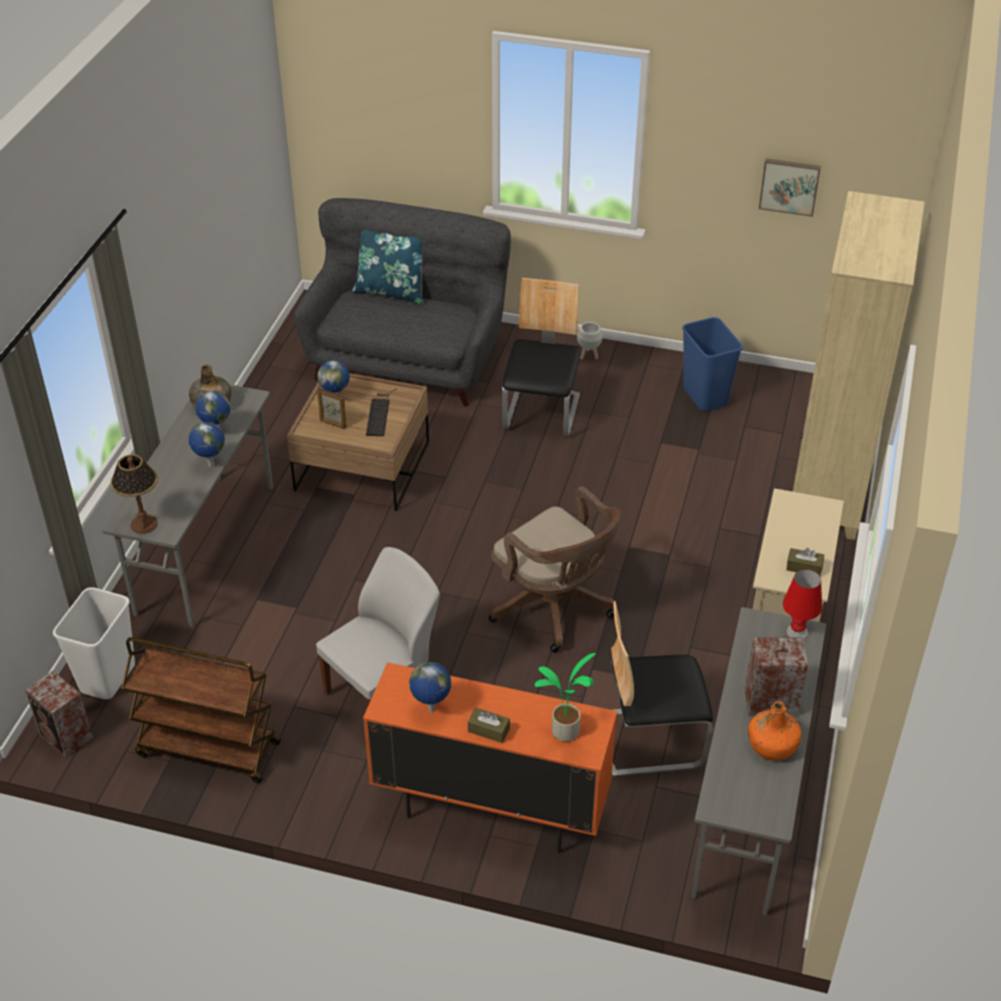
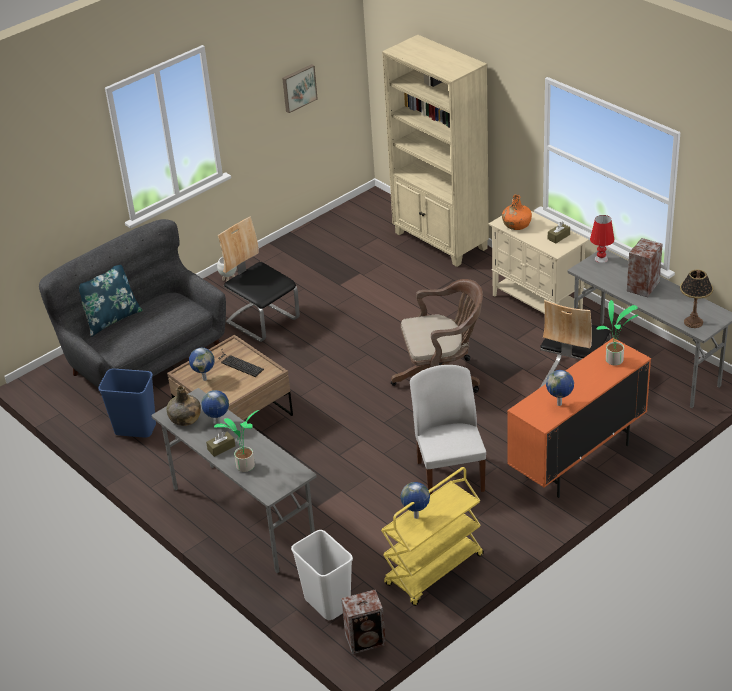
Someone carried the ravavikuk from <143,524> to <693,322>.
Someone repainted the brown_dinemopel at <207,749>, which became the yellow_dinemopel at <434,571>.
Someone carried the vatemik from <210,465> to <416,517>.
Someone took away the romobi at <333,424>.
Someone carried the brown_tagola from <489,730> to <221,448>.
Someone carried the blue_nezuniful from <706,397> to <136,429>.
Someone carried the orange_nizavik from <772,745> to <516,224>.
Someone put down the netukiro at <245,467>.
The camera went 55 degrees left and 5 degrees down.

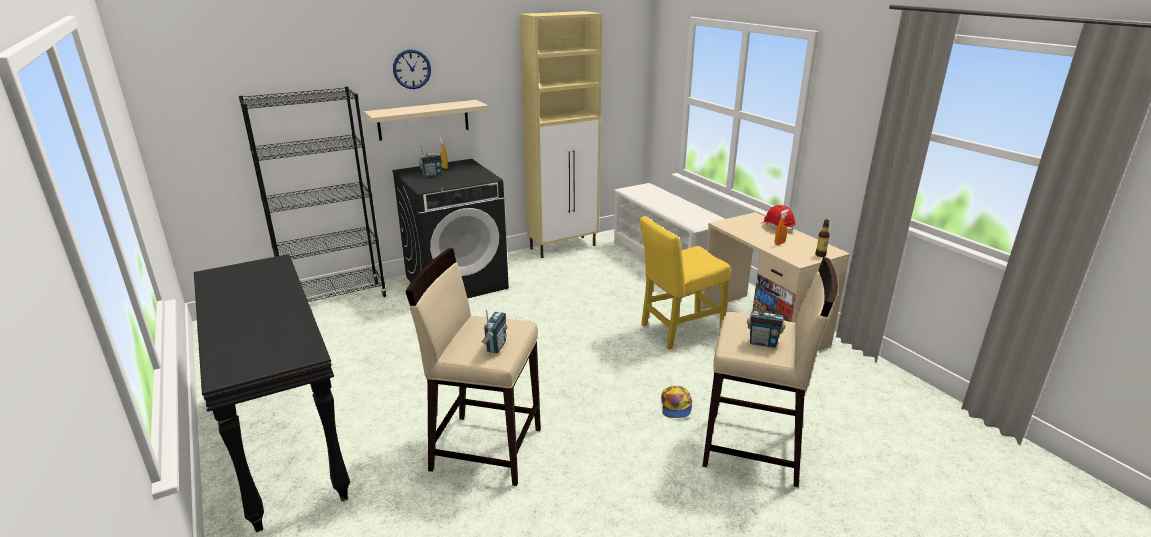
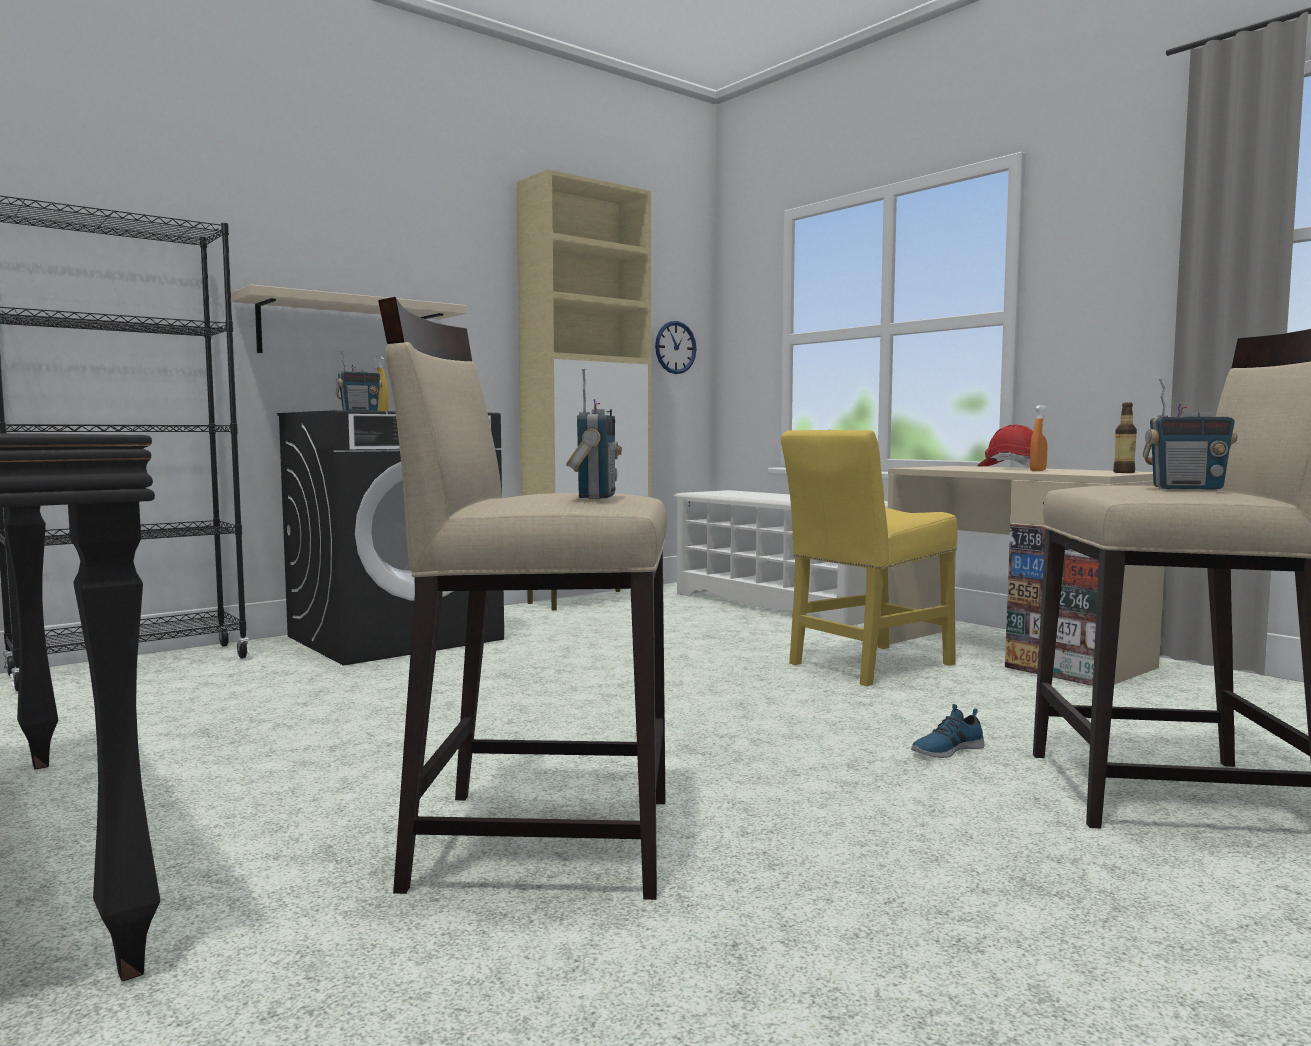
Someone carried the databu from <412,69> to <675,347>.
Someone swapped the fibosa at <676,406> for the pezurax at <946,750>.
The camera went 10 degrees left and 20 degrees down.

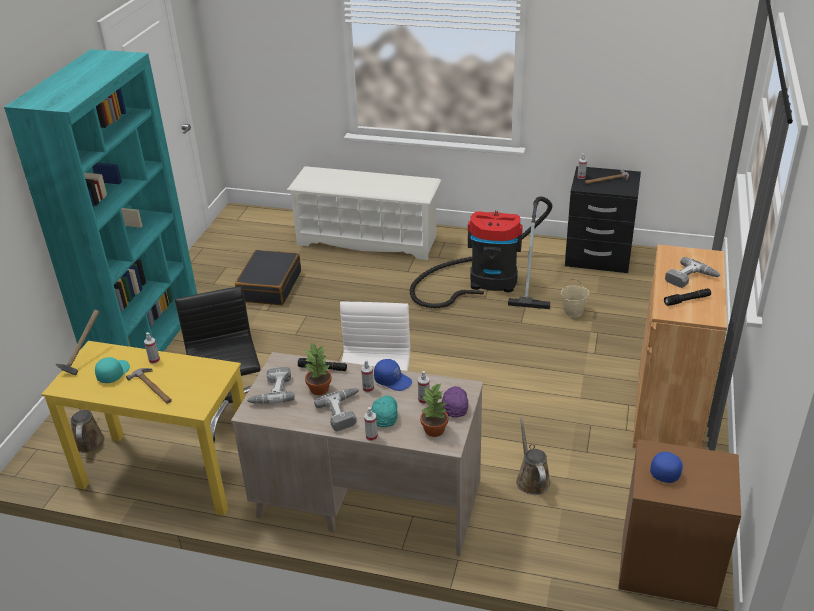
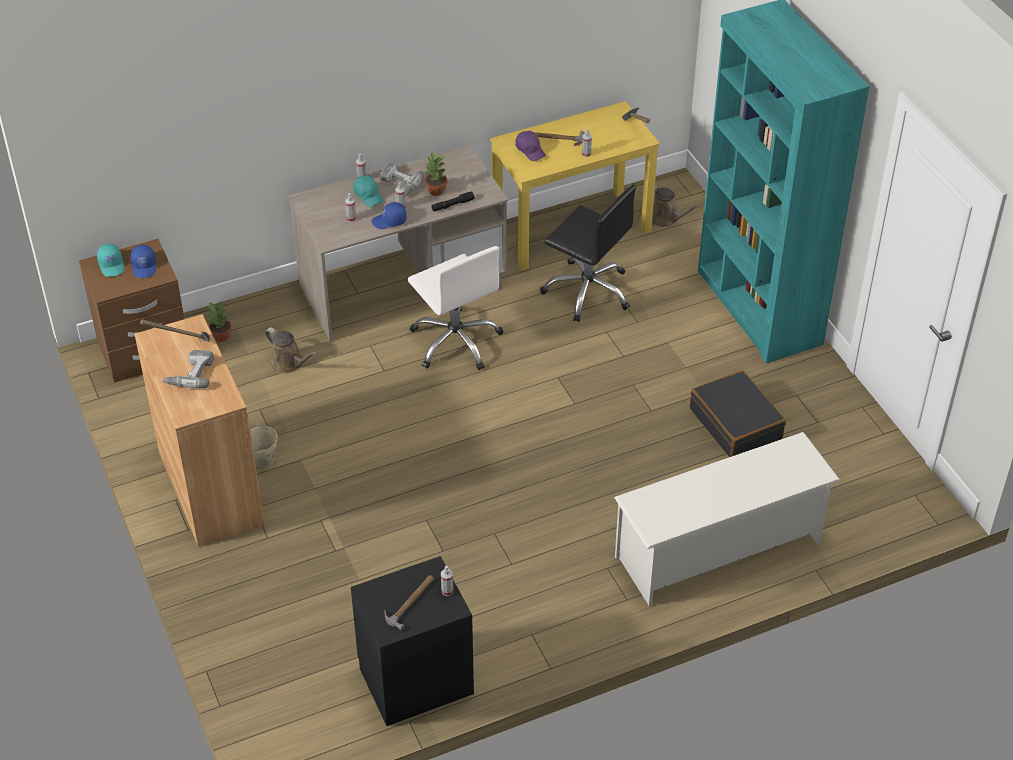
Someone carried the turquoise_fibosa from <113,373> to <112,265>.
Someone took away the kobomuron at <271,391>.
Someone took away the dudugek at <487,281>.
Someone carried the netukiro from <435,430> to <221,336>.
Someone carried the purple_fibosa from <454,405> to <530,150>.
Someone carried the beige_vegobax from <573,312> to <263,459>.
Someone swapped the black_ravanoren at <687,300> for the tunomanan at <181,346>.
The camera went 140 degrees right and 10 degrees up.

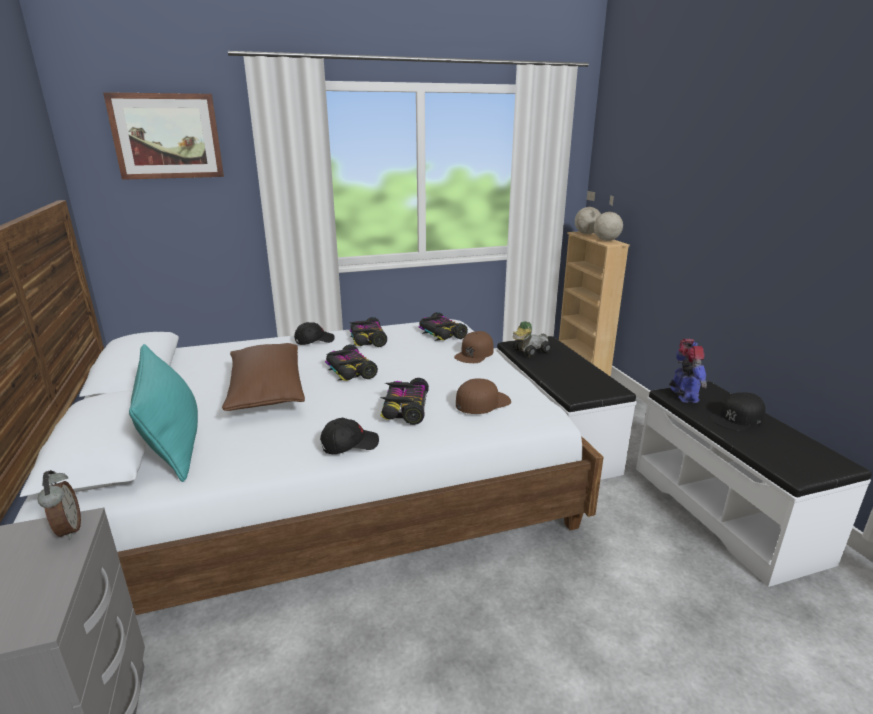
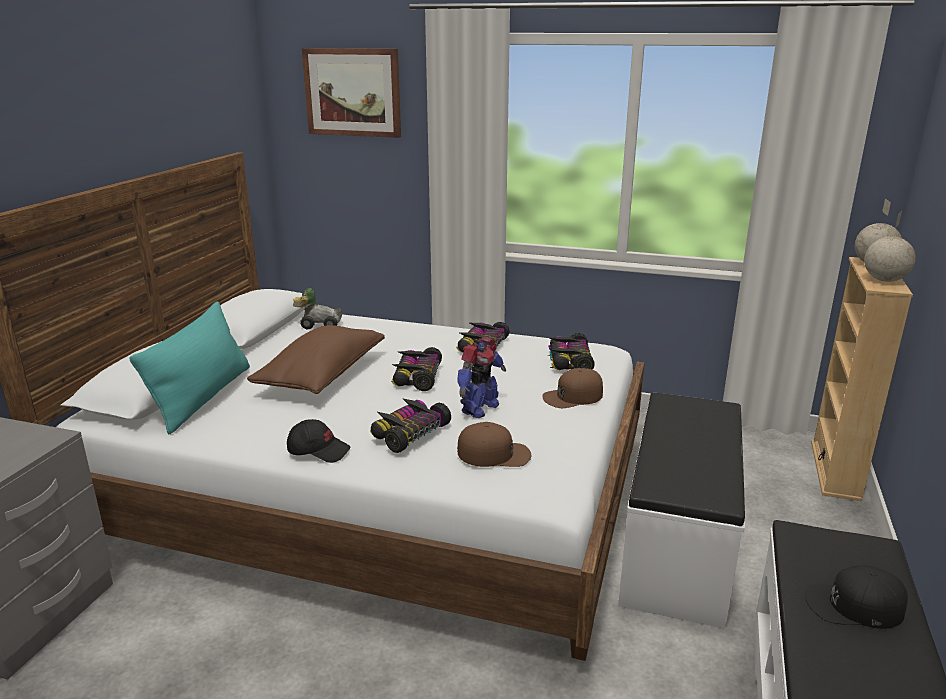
Someone took away the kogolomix at <67,530>.
Someone took away the black_fibosa at <314,341>.
Someone carried the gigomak from <529,351> to <319,324>.
Someone carried the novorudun from <683,396> to <479,408>.
The camera went 35 degrees right and 0 degrees up.

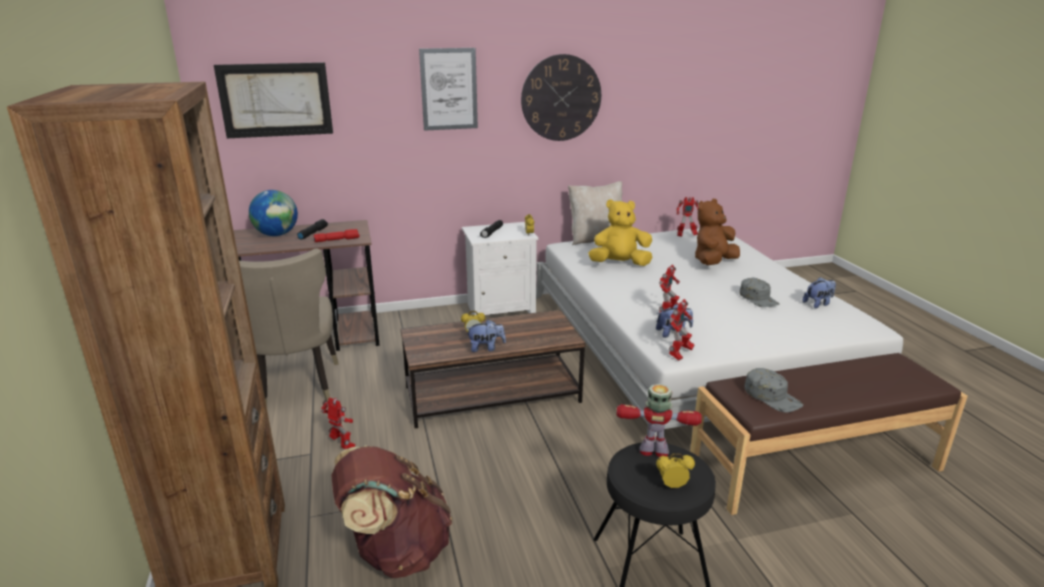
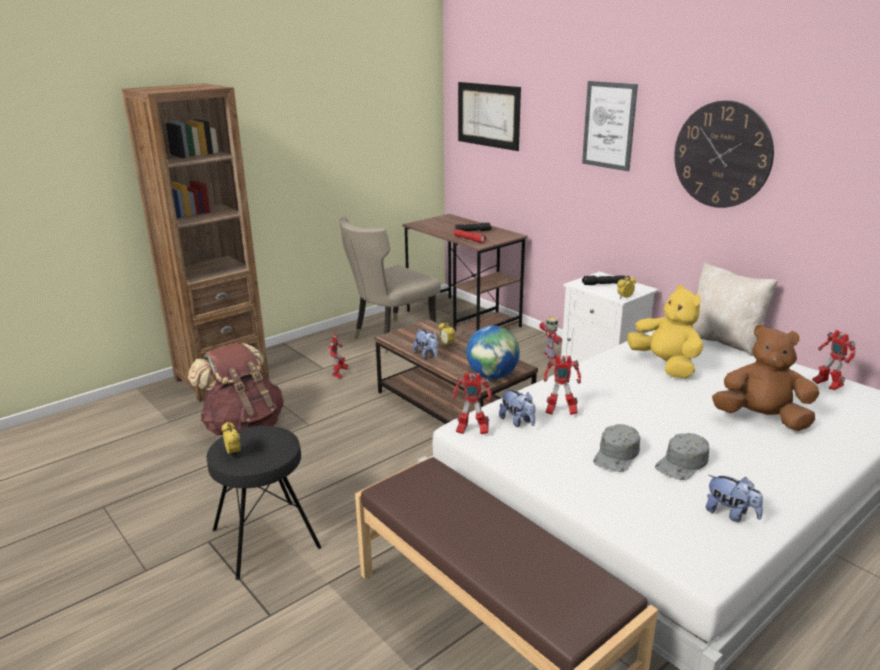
Someone carried the vatemik from <277,235> to <492,376>.
Someone carried the novorudun from <654,451> to <550,355>.
Someone carried the grey_fibosa from <772,396> to <617,455>.
The camera went 65 degrees right and 0 degrees up.

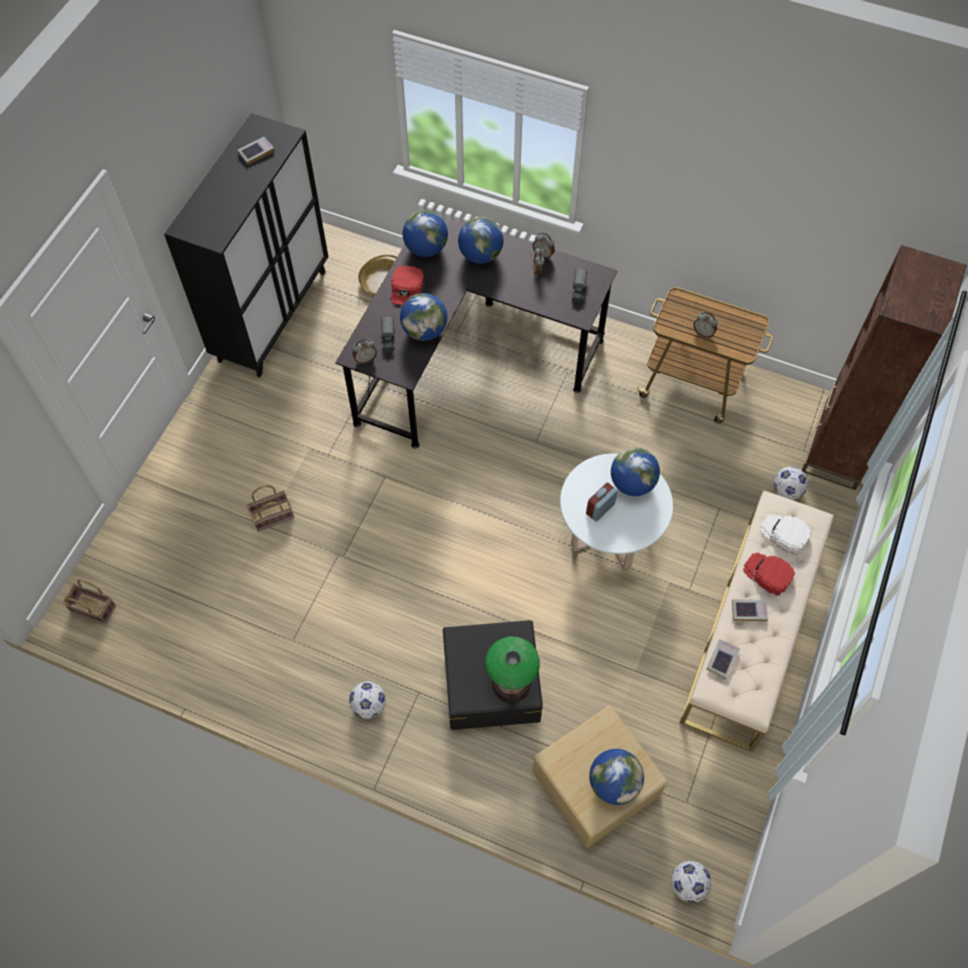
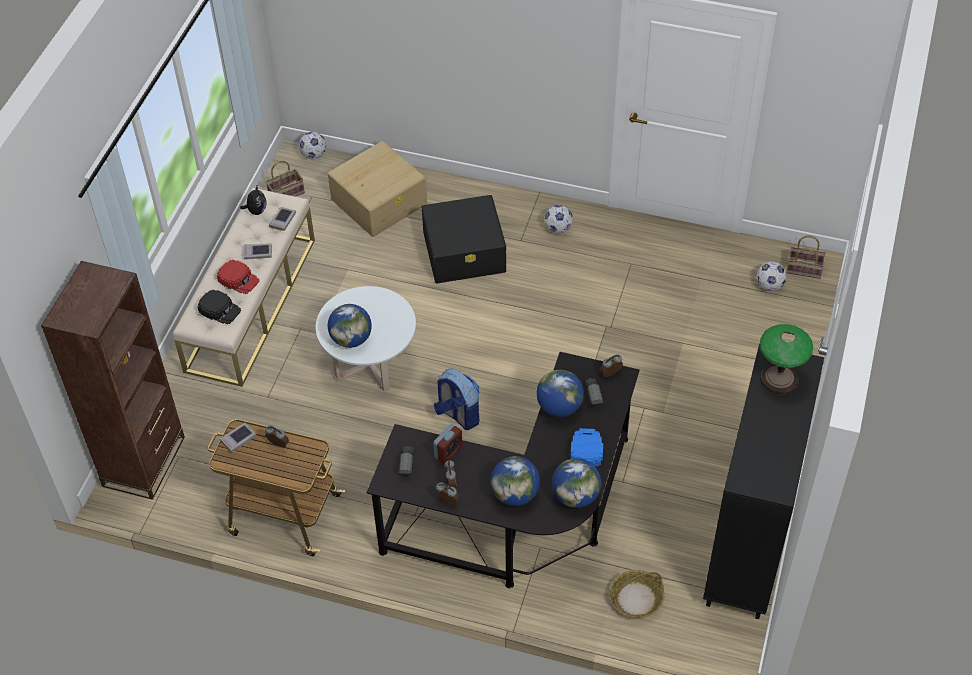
Someone carried the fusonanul from <256,152> to <238,439>.
Someone carried the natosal from <273,515> to <286,194>.
Someone repainted the red_fibosa at <407,289>, which became the blue_fibosa at <586,448>.
Someone carried the ravavikuk from <511,682> to <779,378>.
Someone carried the kogolomix from <600,509> to <448,452>.
Someone took away the vatemik at <613,783>.
Someone repainted the white_fibosa at <784,534>, which became the black_fibosa at <220,310>.
Someone carried the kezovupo from <787,491> to <769,285>.
Someone put down the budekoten at <256,211>.
Someone put down the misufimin at <458,415>.
The camera went 175 degrees right and 10 degrees down.

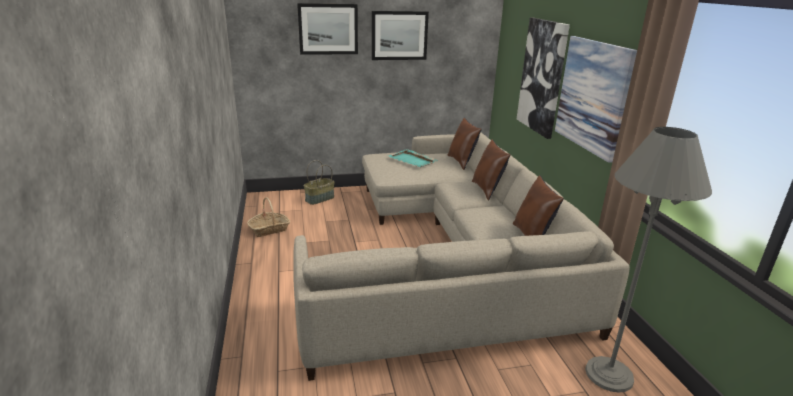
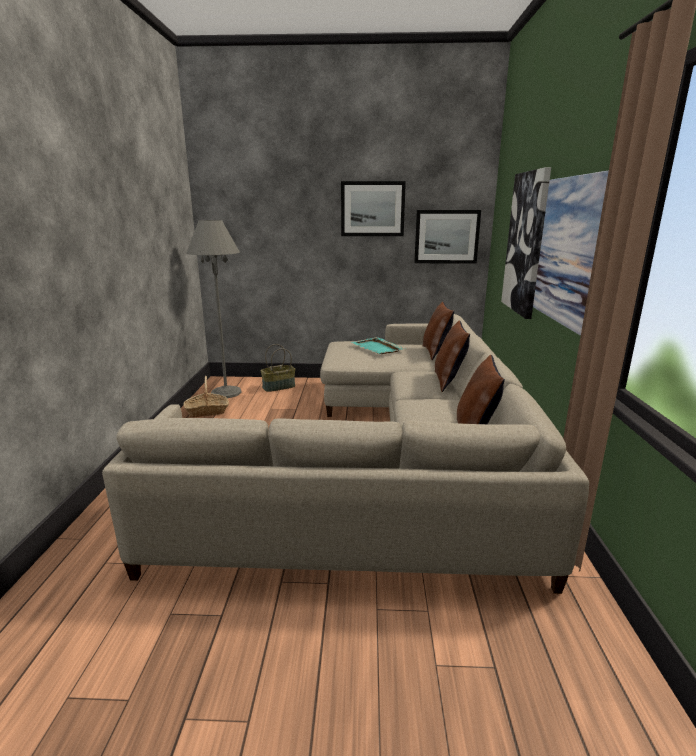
Someone carried the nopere from <328,29> to <446,237>.
Someone carried the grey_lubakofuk from <609,374> to <226,392>.
The camera went 15 degrees right and 5 degrees down.

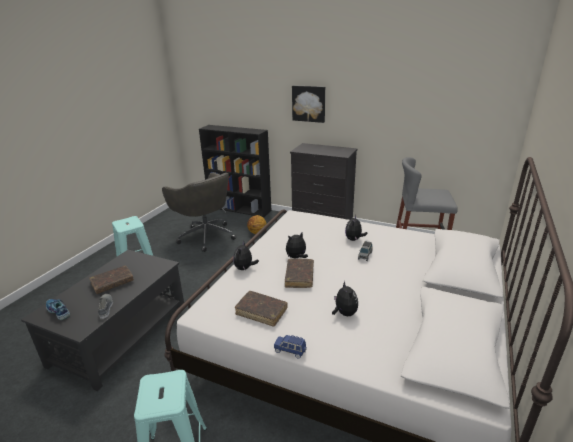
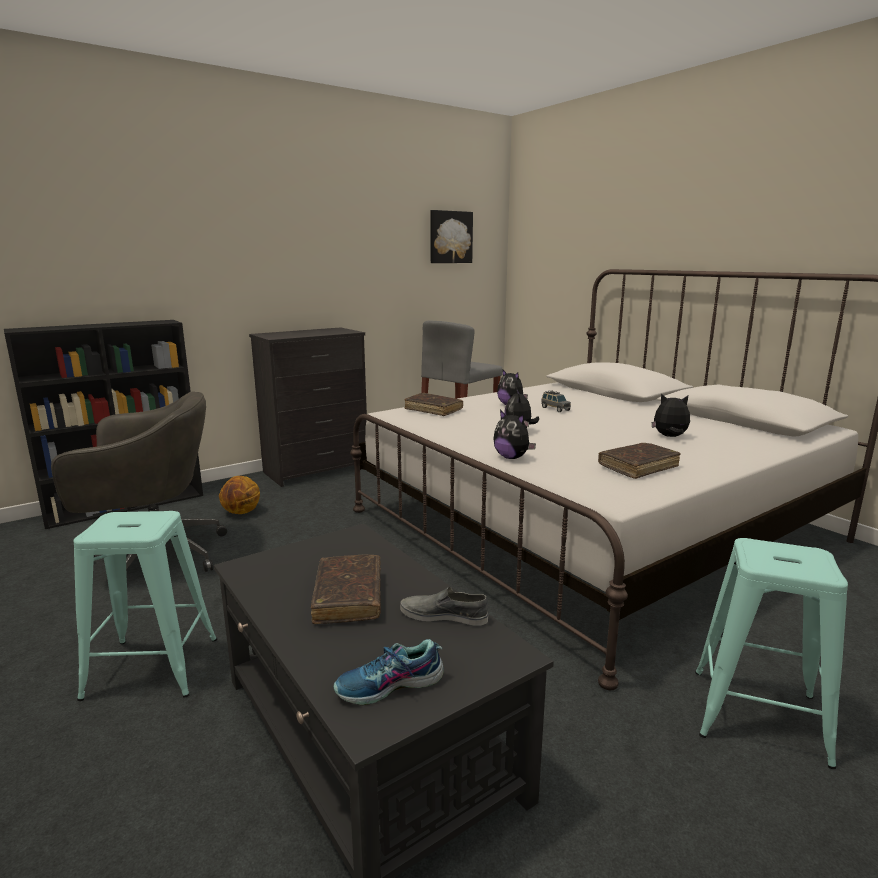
Someone took away the blue_gigomak at <290,351>.
Someone carried the brown_fusonanul from <299,277> to <433,410>.
Someone carried the nopere from <309,103> to <450,237>.
The camera went 60 degrees left and 10 degrees down.

